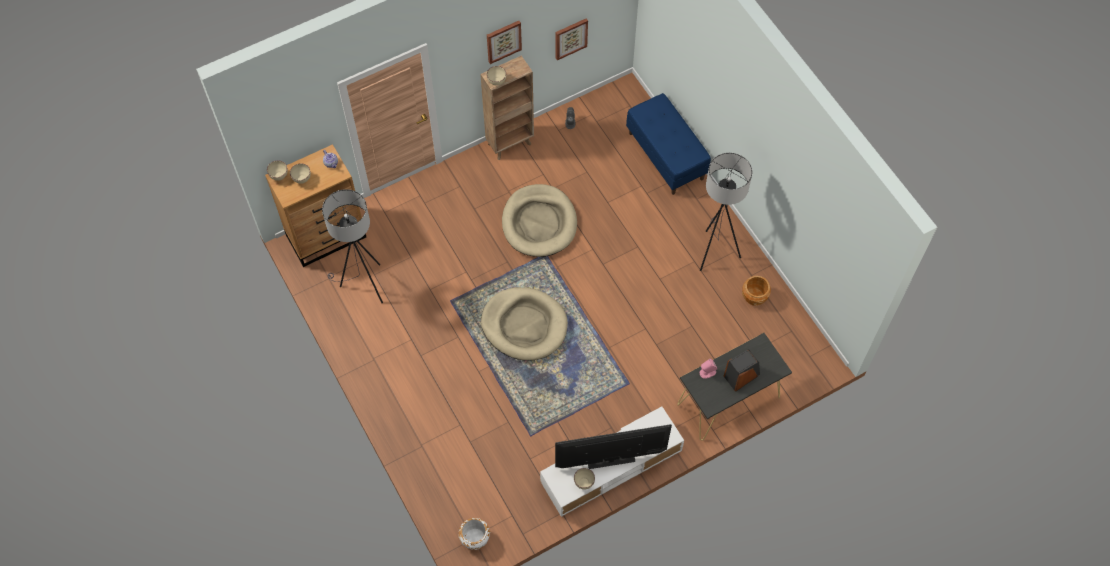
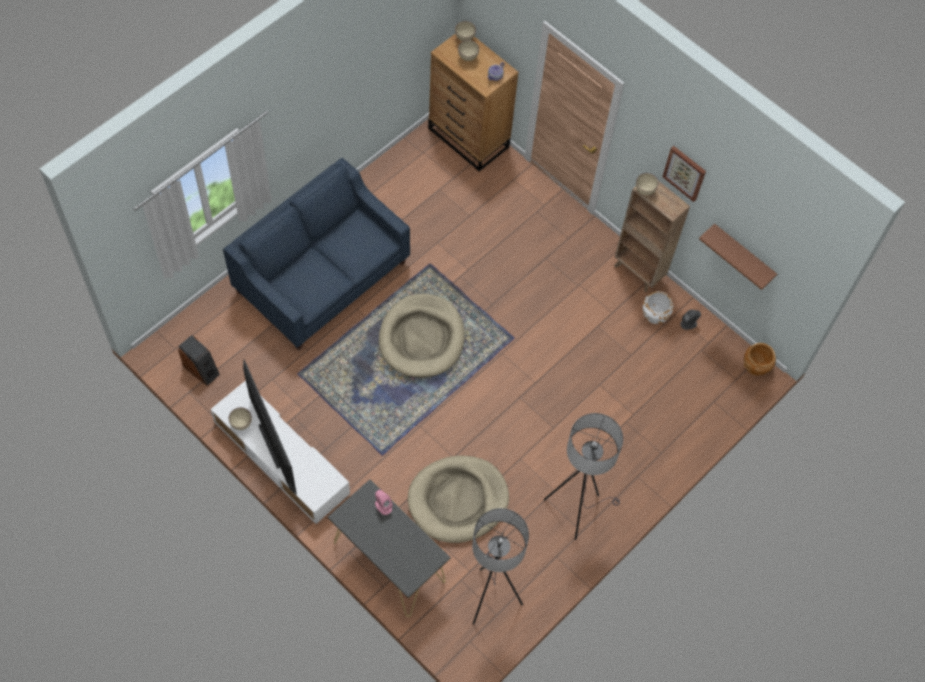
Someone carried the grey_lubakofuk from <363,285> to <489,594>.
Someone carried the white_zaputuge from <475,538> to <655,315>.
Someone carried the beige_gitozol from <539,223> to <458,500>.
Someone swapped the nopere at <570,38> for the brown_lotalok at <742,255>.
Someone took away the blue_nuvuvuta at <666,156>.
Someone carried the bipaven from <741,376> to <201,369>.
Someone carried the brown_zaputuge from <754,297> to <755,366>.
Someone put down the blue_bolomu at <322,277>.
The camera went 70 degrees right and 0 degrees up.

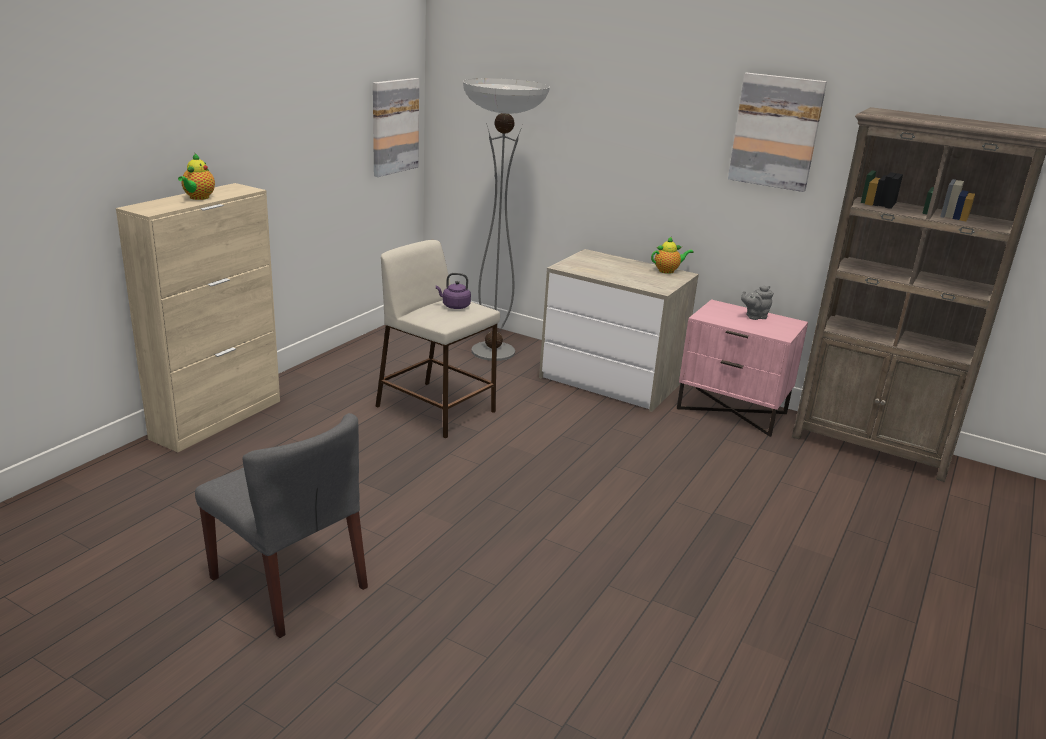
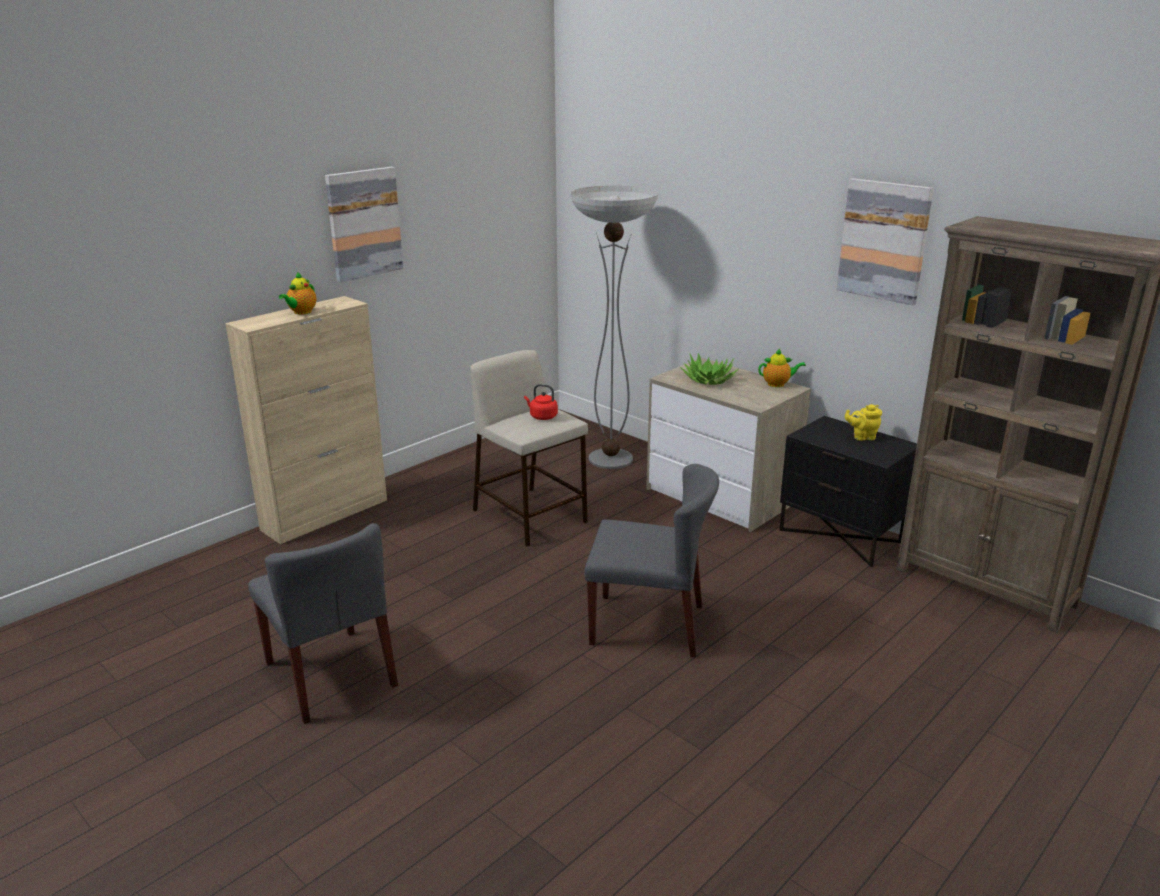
Someone carried the nopere from <394,126> to <364,223>.
Someone repainted the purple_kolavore at <454,306>, which became the red_kolavore at <542,417>.
Someone repainted the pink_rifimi at <732,410>, which became the black_rifimi at <841,536>.
Someone repainted the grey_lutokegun at <754,316>, which became the yellow_lutokegun at <862,437>.
Someone put down the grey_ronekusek at <648,625>.
Someone put down the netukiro at <709,380>.
The camera went 15 degrees right and 0 degrees up.

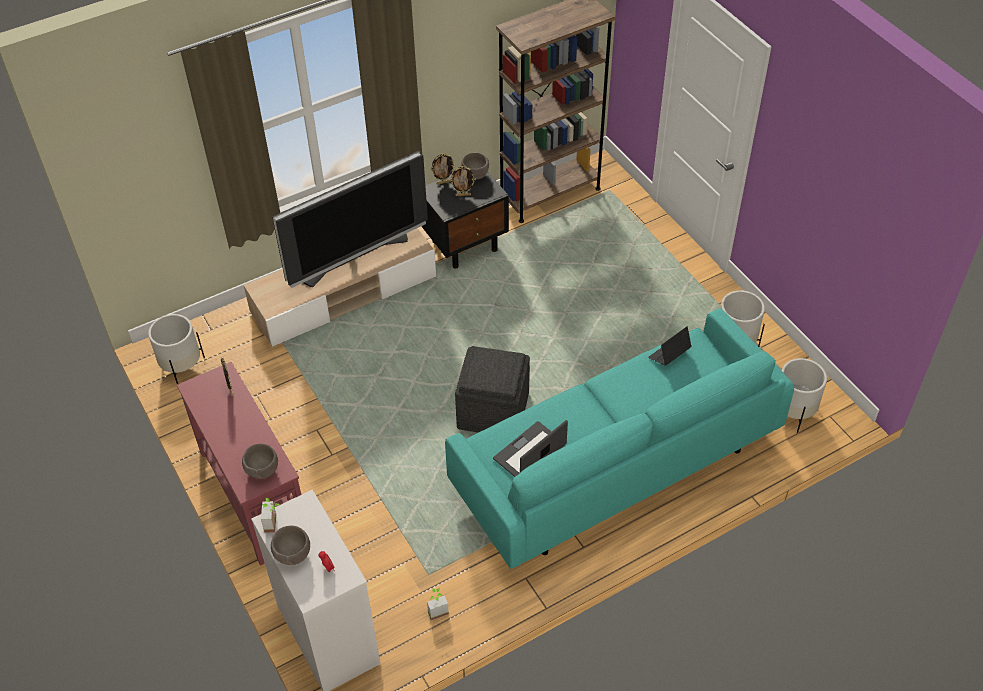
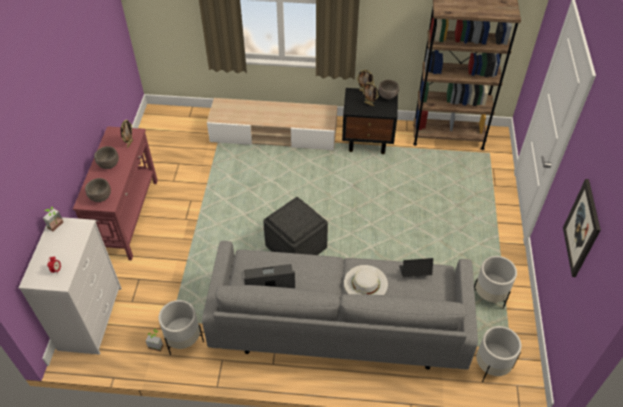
Someone carried the white_zaputuge from <182,367> to <184,340>.
Someone carried the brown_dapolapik from <292,554> to <108,164>.
Someone took away the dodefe at <355,257>.
Someone repainted the turquoise_bolomu at <614,464>, which became the grey_bolomu at <339,324>.
Someone put down the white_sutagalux at <365,283>.
Someone put up the nopere at <582,228>.
The camera went 35 degrees right and 0 degrees up.

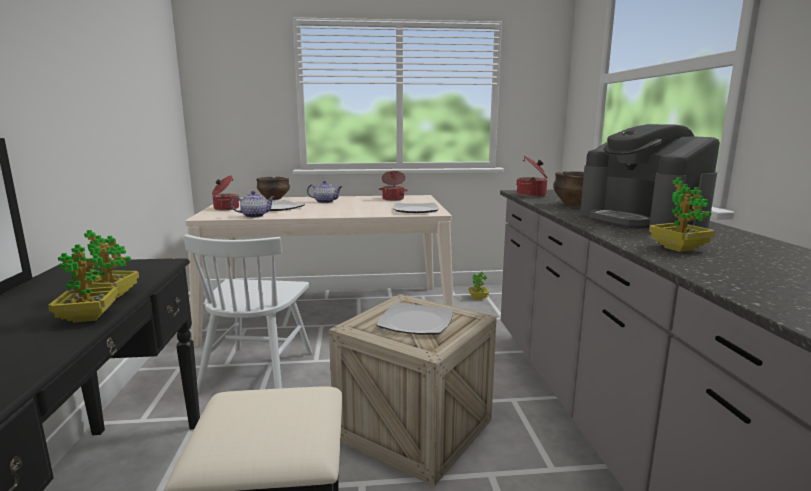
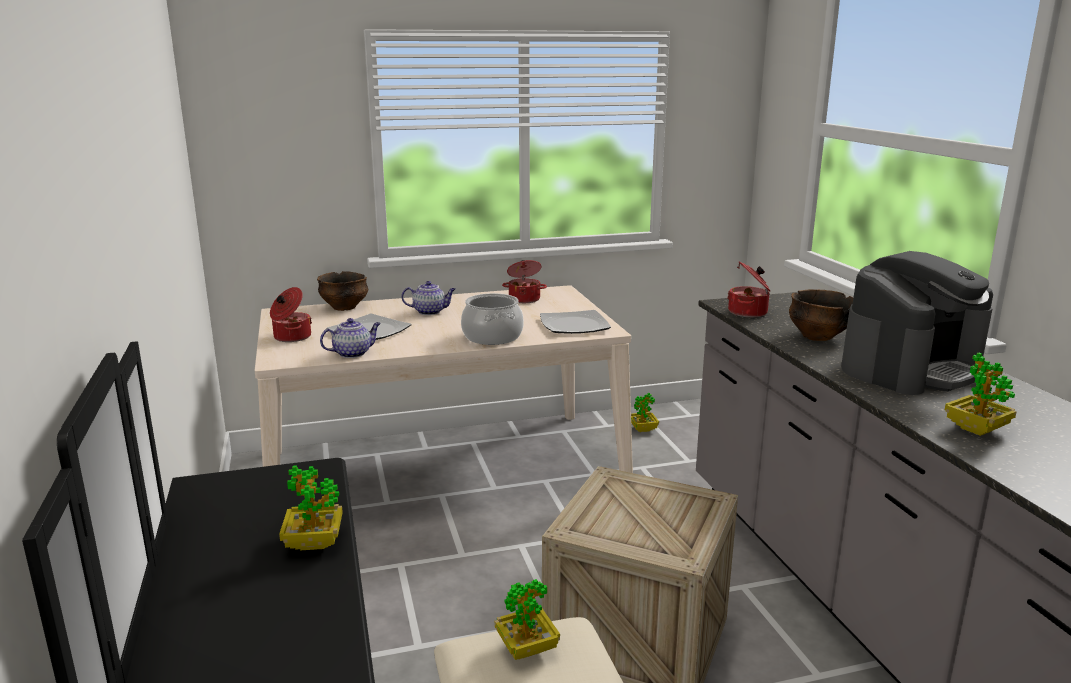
Someone carried the netukiro from <88,317> to <527,648>.
Someone took away the white_ronekusek at <257,371>.
Someone took away the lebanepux at <415,322>.
Someone rotated the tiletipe at <642,220> by 90 degrees counterclockwise.
Someone put down the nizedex at <493,337>.
The camera went 10 degrees left and 5 degrees up.

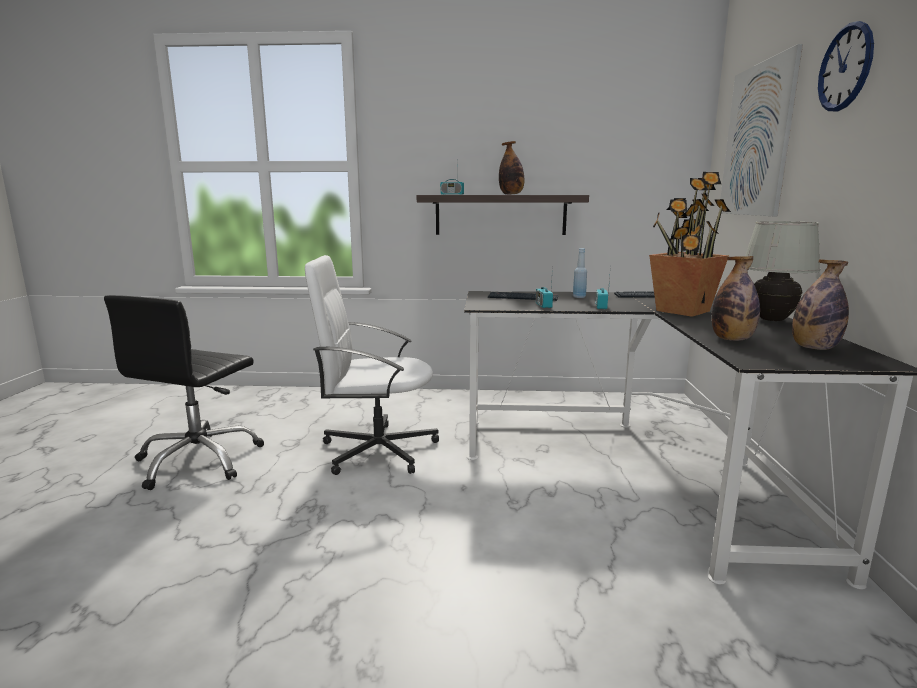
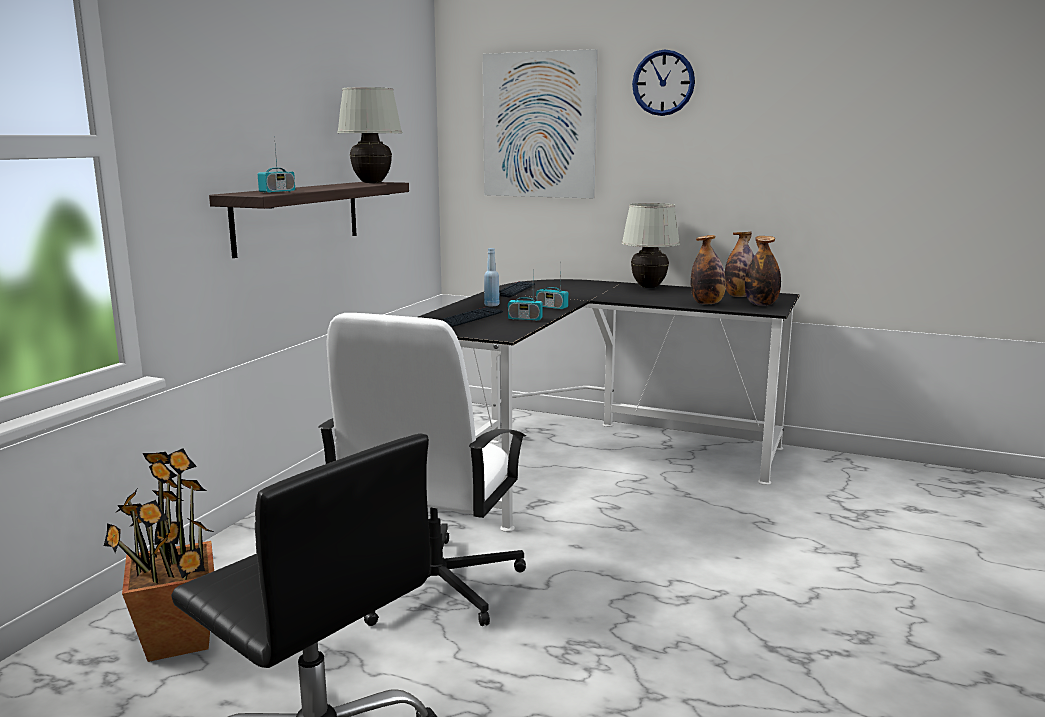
Someone carried the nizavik from <511,194> to <761,304>.
Someone carried the netukiro from <681,311> to <176,640>.
Someone put down the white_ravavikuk at <372,183>.
The camera went 70 degrees left and 0 degrees up.

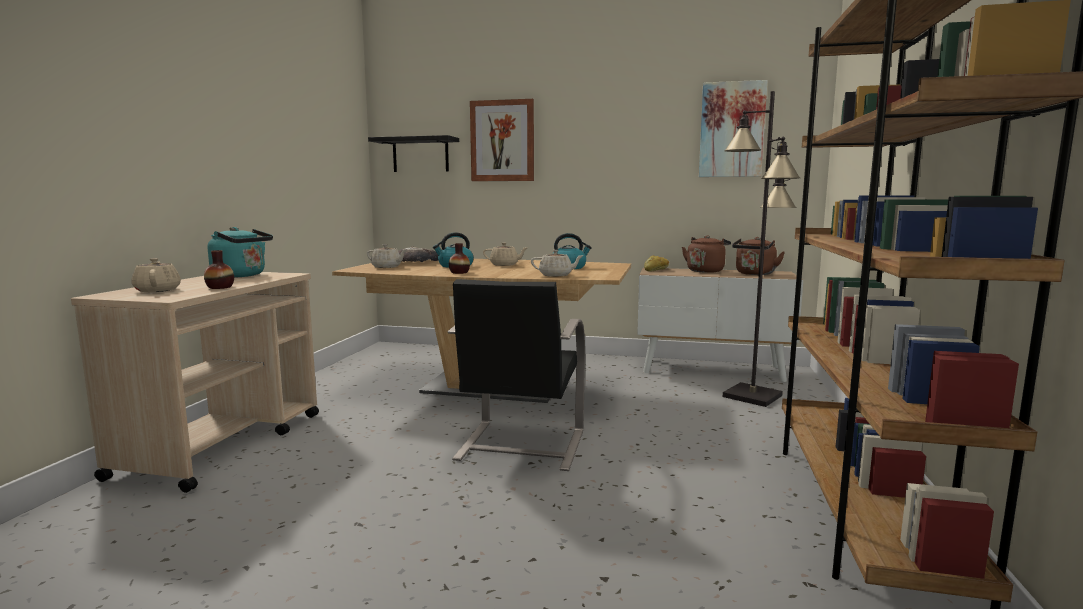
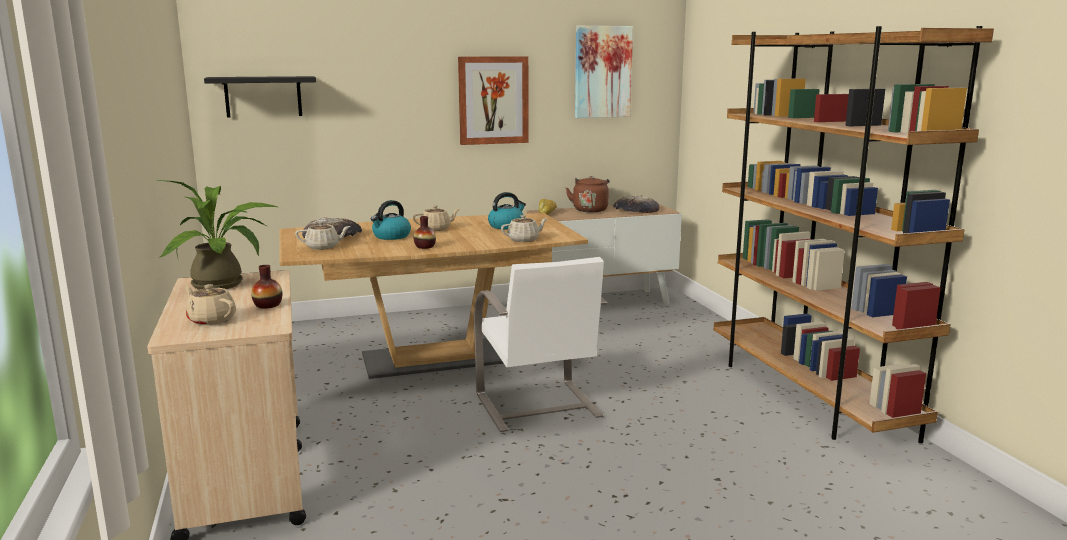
Someone swapped the turquoise_kolavore at <242,275> for the netukiro at <224,284>.
Someone repainted the black_ronekusek at <519,446>, which became the white_ronekusek at <538,406>.
Someone carried the nopere from <502,141> to <493,100>.
Someone took away the black_lubakofuk at <752,396>.
Someone swapped the brown_kolavore at <754,274> for the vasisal at <635,210>.
The camera went 30 degrees left and 5 degrees up.

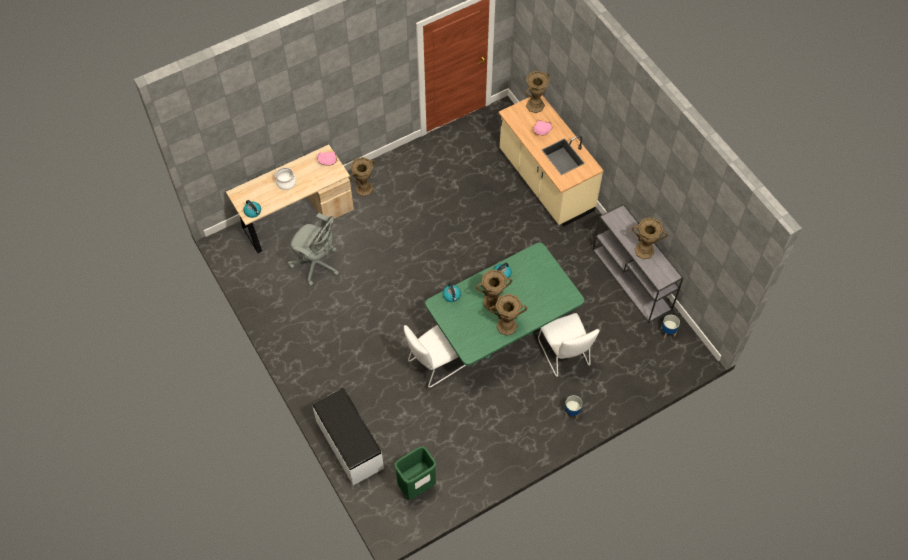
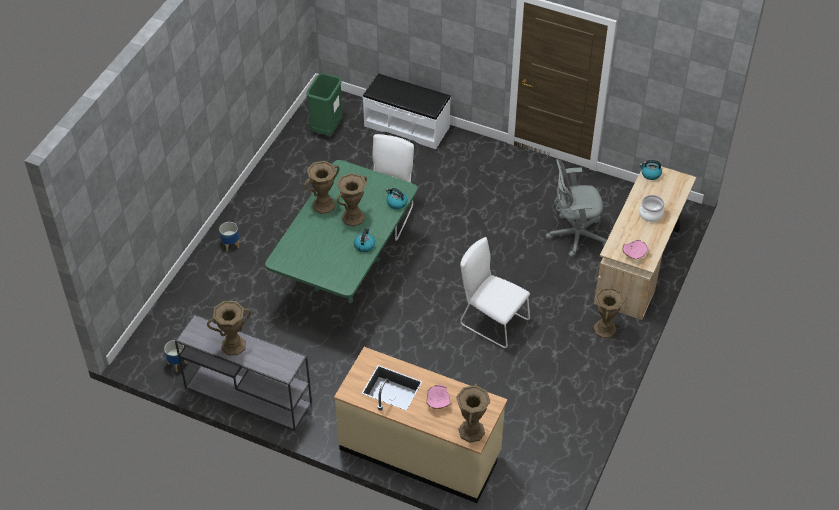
Someone carried the white_ronekusek from <565,355> to <491,321>.
The camera went 145 degrees right and 10 degrees down.

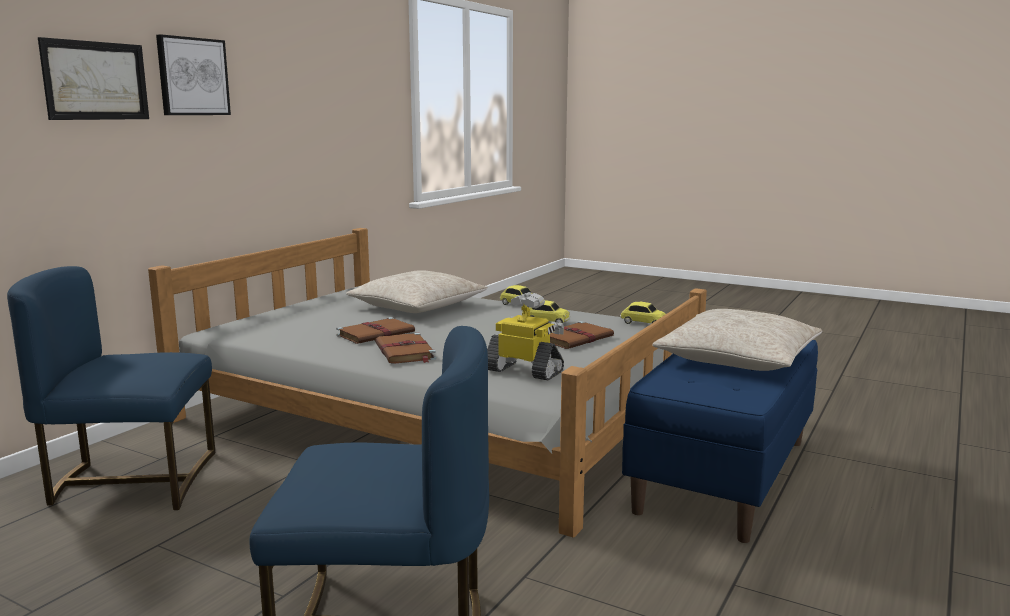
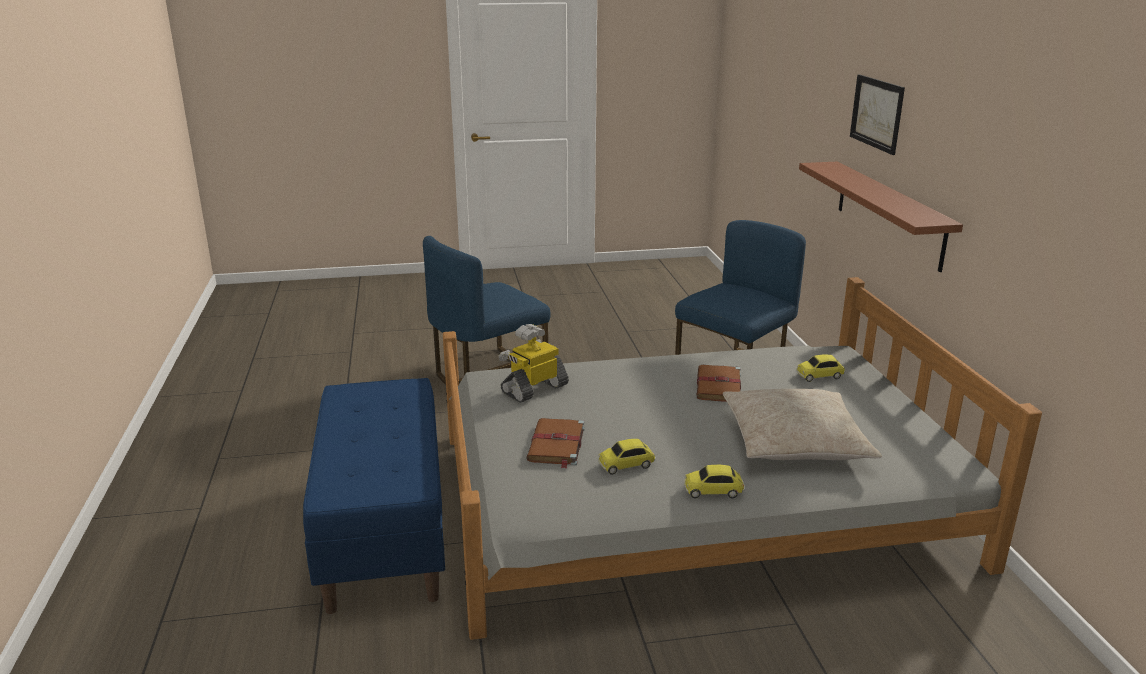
Someone took away the nopere at <193,76>.
Someone took away the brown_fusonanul at <405,352>.
Someone rotated the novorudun at <525,371> by 150 degrees clockwise.
Someone carried the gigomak from <643,323> to <820,376>.
Someone took away the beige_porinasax at <737,358>.
Someone put up the brown_lotalok at <889,213>.
The camera went 140 degrees right and 10 degrees up.

